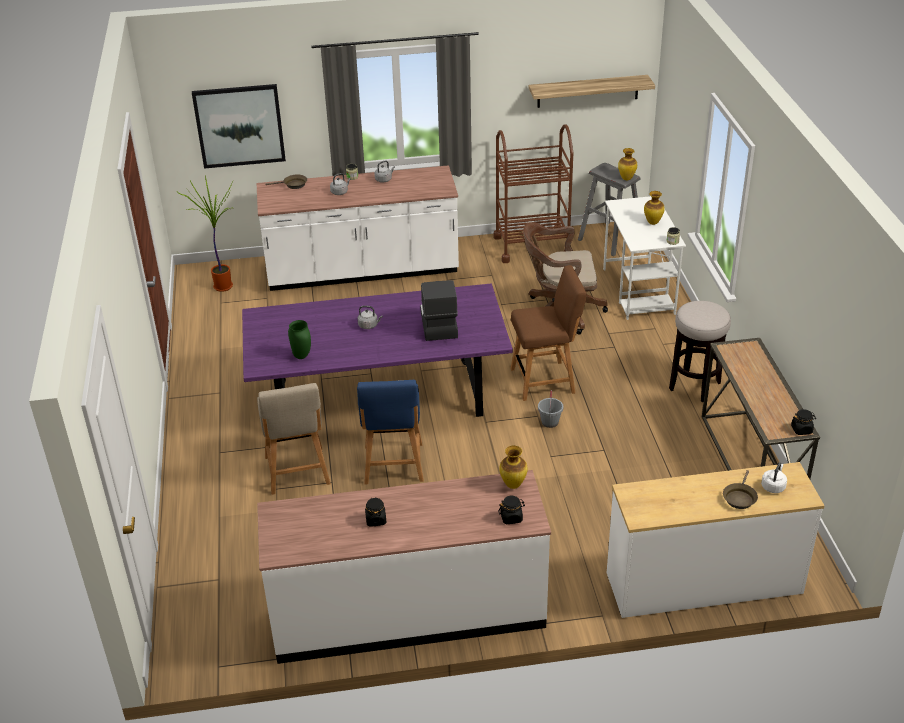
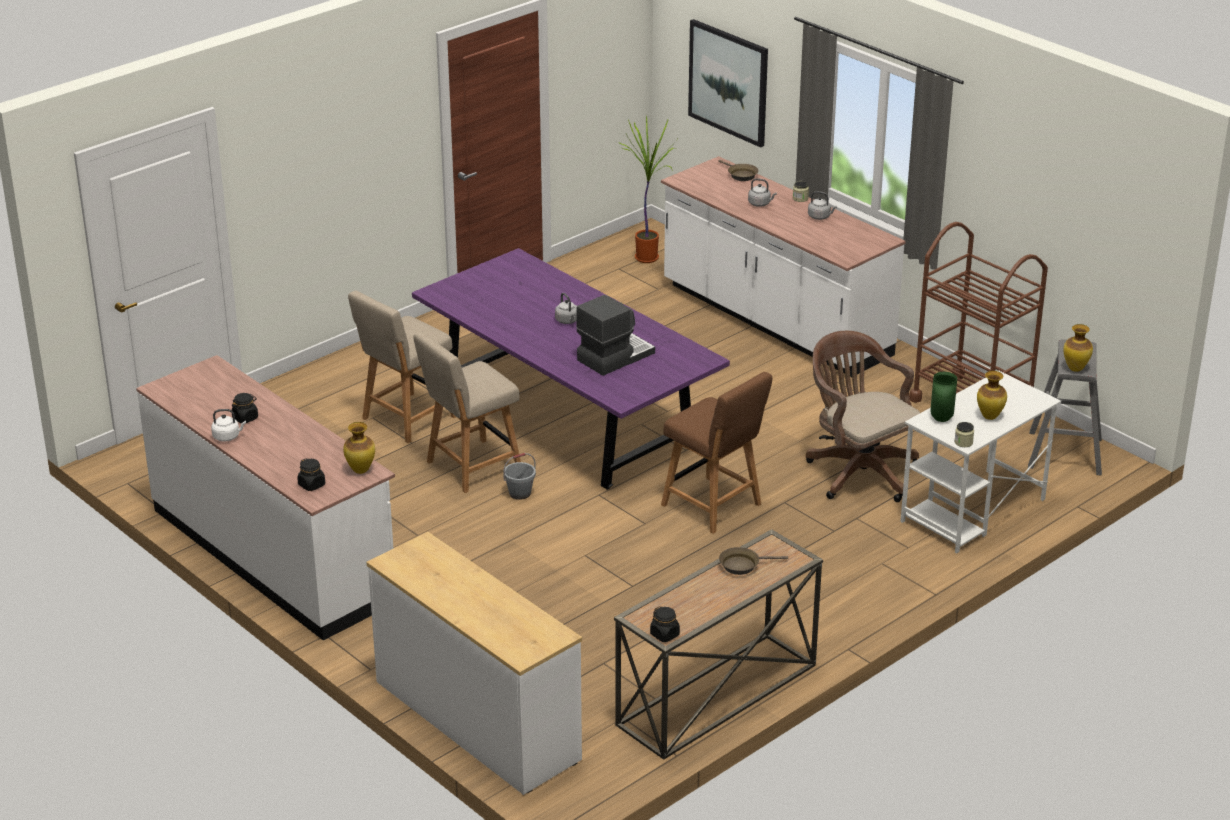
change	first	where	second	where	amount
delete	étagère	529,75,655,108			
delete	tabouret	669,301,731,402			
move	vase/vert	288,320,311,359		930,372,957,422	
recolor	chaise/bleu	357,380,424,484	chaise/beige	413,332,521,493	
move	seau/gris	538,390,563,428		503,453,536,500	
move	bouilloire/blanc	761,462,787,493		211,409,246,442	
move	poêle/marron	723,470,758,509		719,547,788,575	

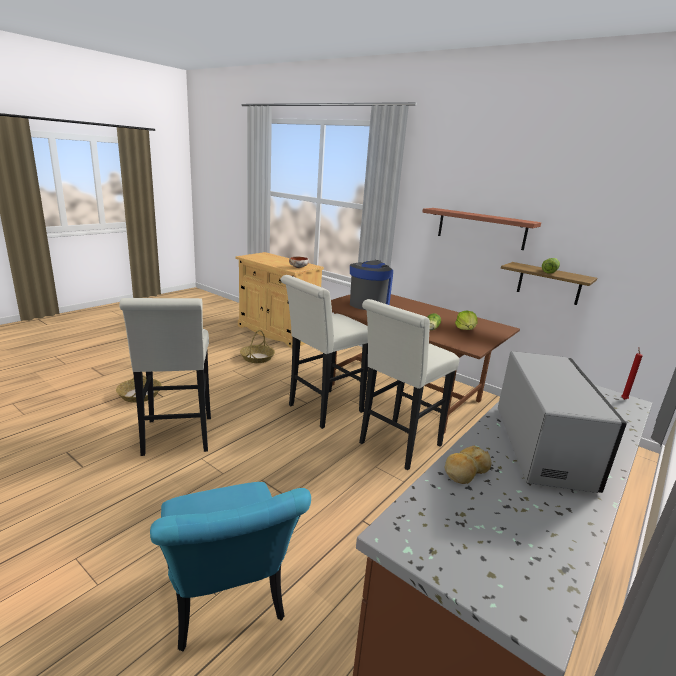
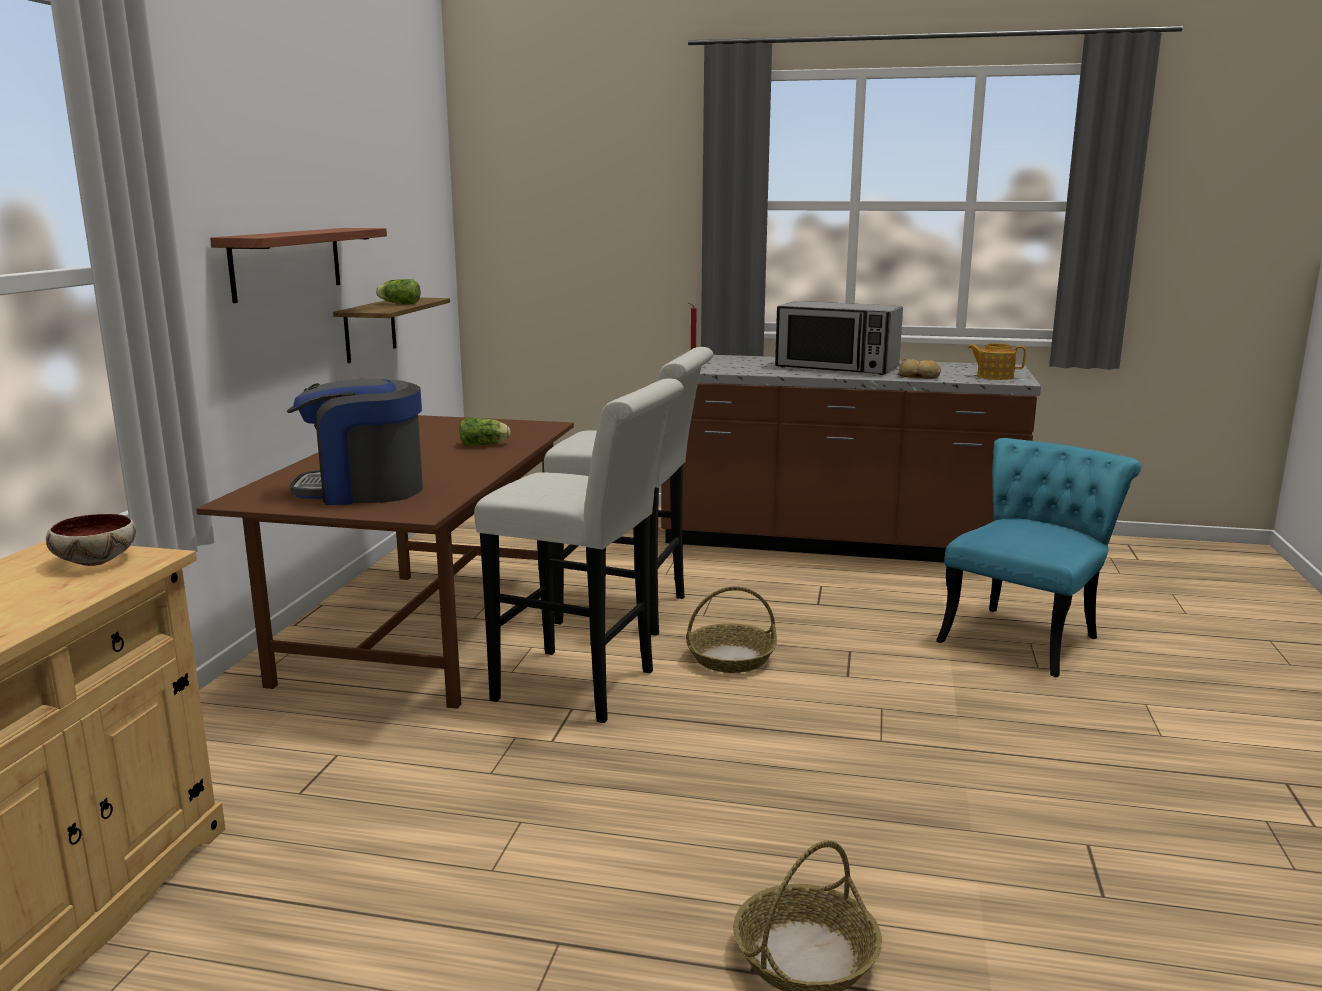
change	first	where	second	where	amount
delete	tabouret/blanc	120,298,211,456			
delete	laitue	455,310,477,330			
move	panier	240,330,275,363		686,586,777,673	
rotate	micro-ondes	498,351,627,493		775,301,903,375	135 degrees counterclockwise
insert			théière	968,343,1026,380	

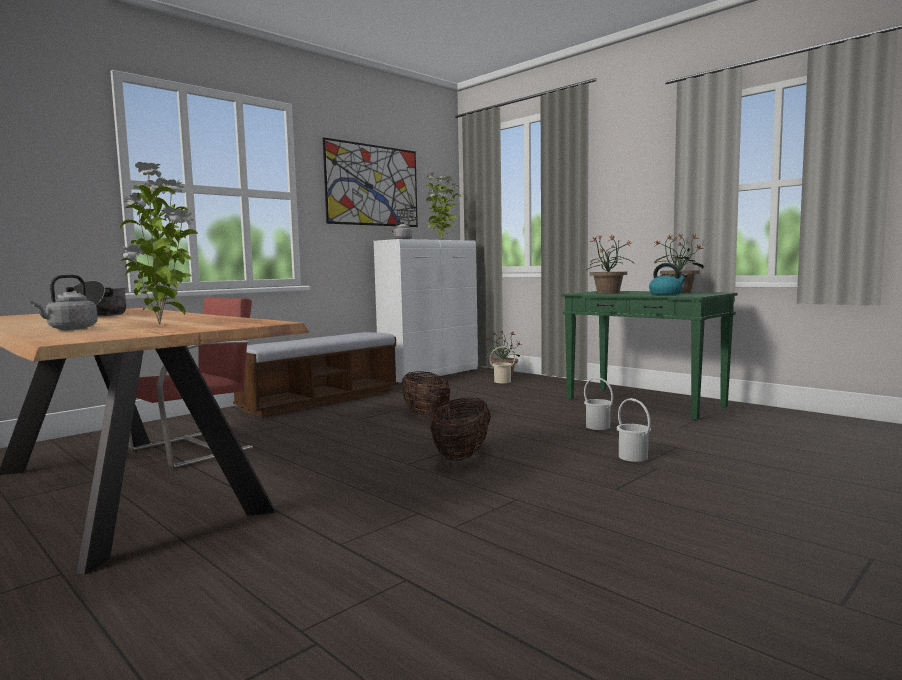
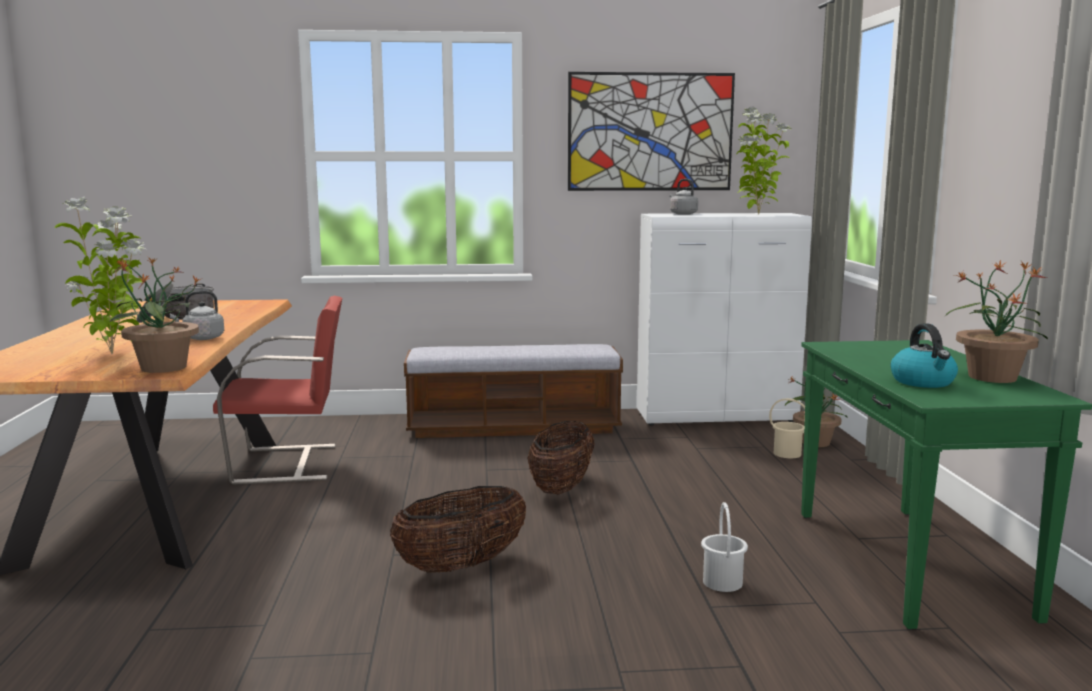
change	first	where	second	where	amount
move	plante en pot	586,235,634,294		110,257,201,373	
move	bouilloire/gris	31,274,98,330		170,291,224,340	
delete	seau/blanc	617,398,651,462			

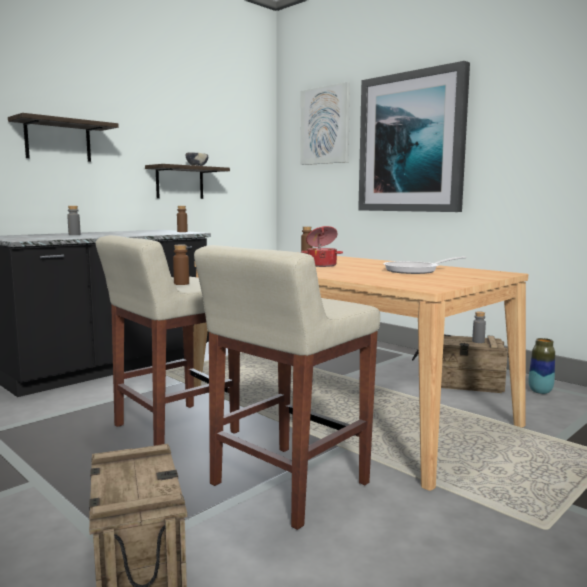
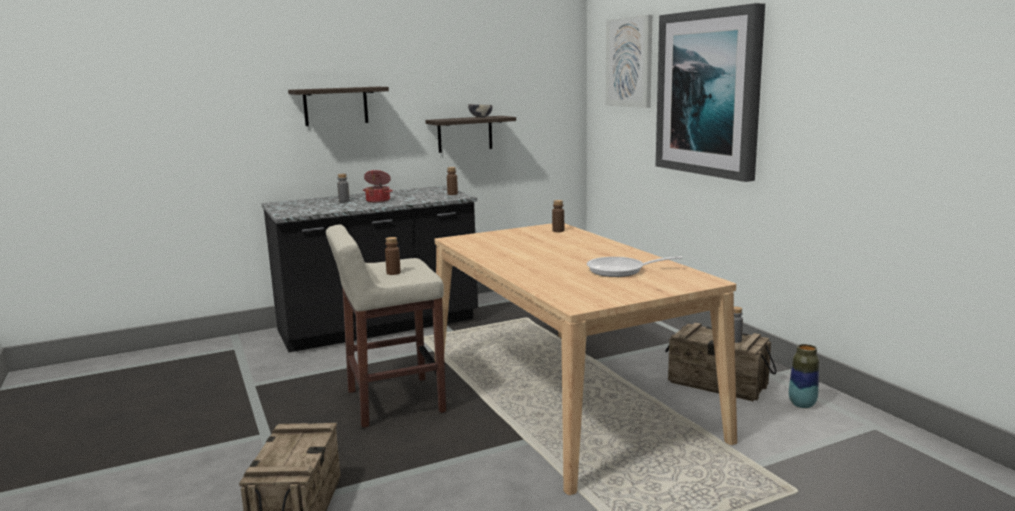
change	first	where	second	where	amount
move	marmite	301,226,343,267		363,170,393,203	
delete	tabouret/beige	194,245,380,530			

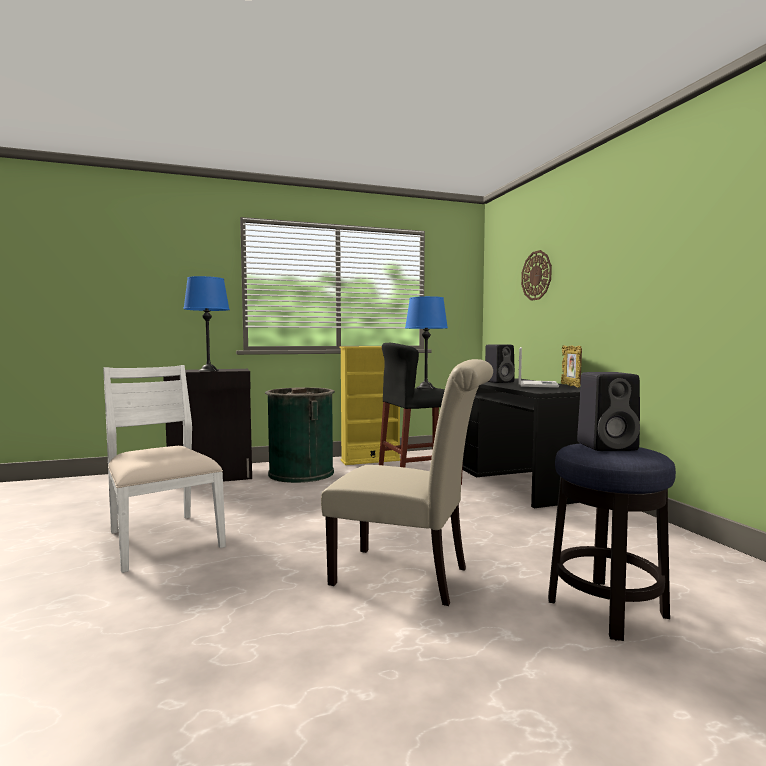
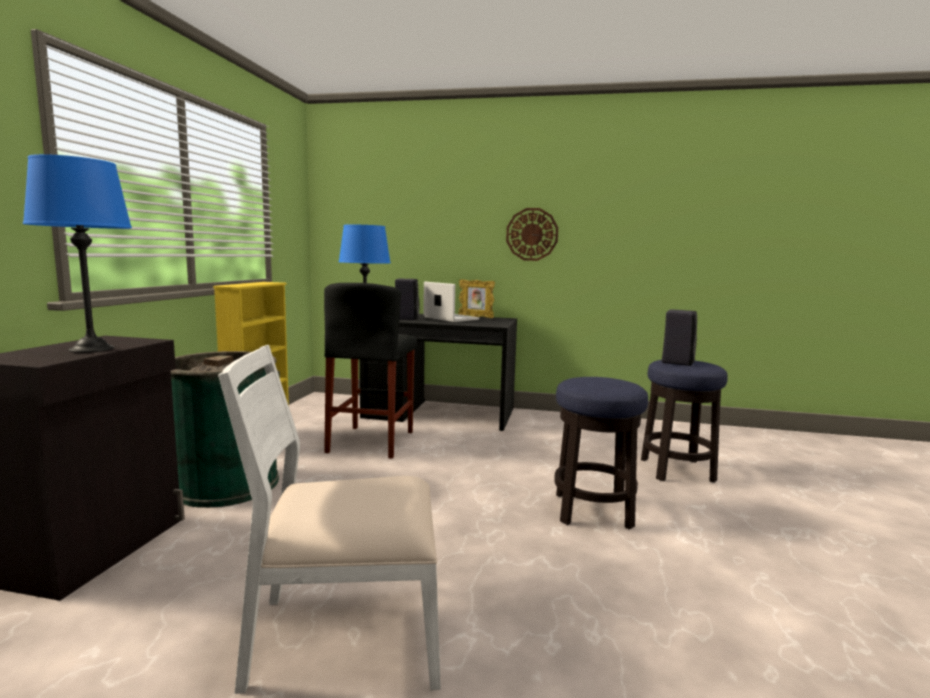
change	first	where	second	where	amount
move	horloge murale	521,250,552,301		506,208,558,261	
replace	chaise/beige	321,359,493,606	tabouret	554,377,648,529	

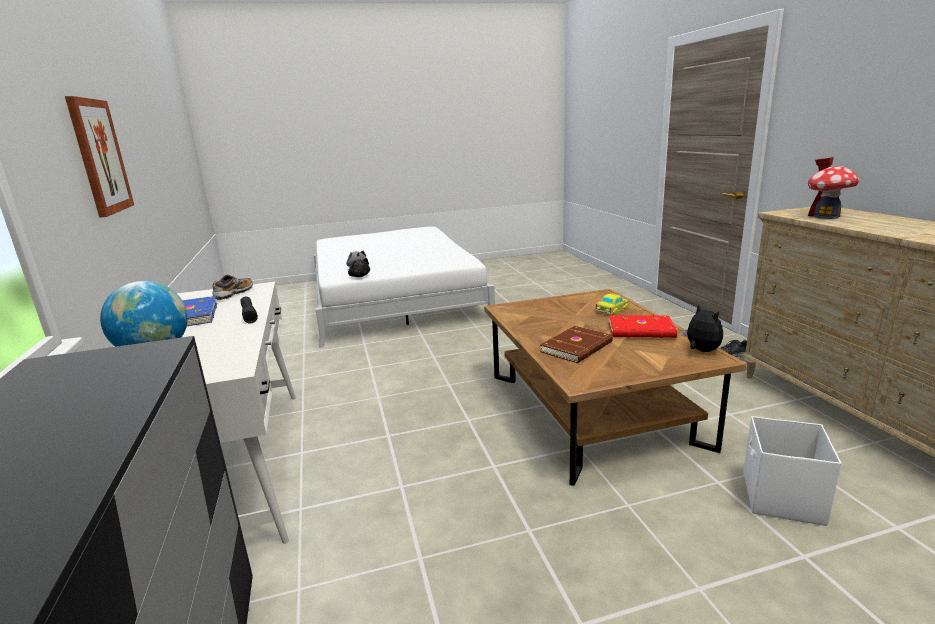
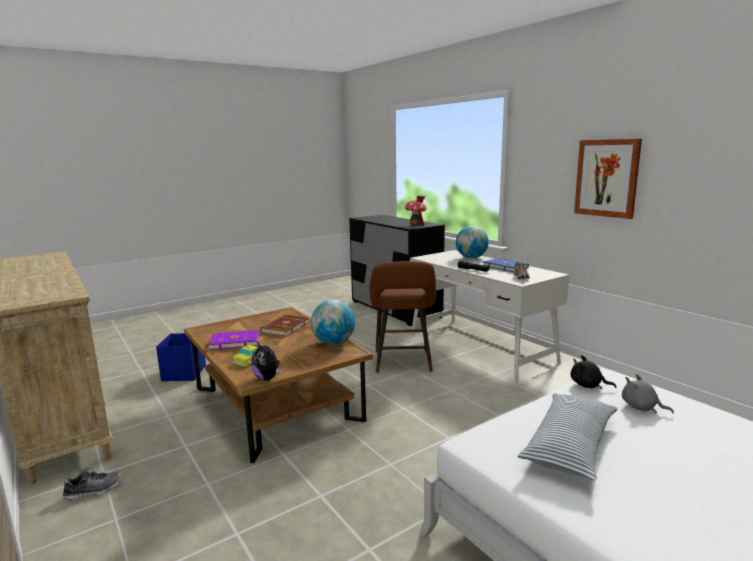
change	first	where	second	where	amount
move	maison miniature	808,157,860,219		405,195,427,226	
move	peluche	681,304,723,352		252,342,282,381	
recolor	livre/rouge	609,315,677,338	livre/violet	208,330,259,350	
recolor	boîte de rangement/blanc	743,416,842,526	boîte de rangement/bleu	156,333,206,381	
insert			tabouret/marron	370,261,436,373	
insert			globe	311,300,355,345	
insert			coussin	517,393,618,481	

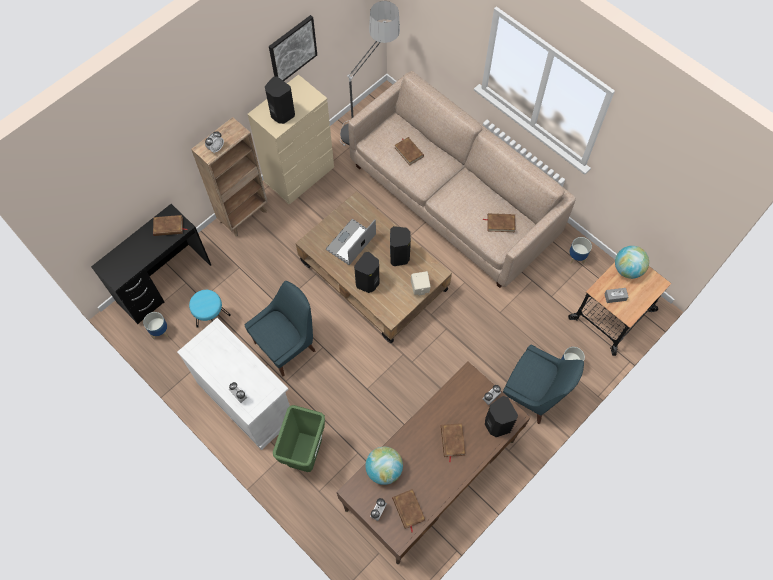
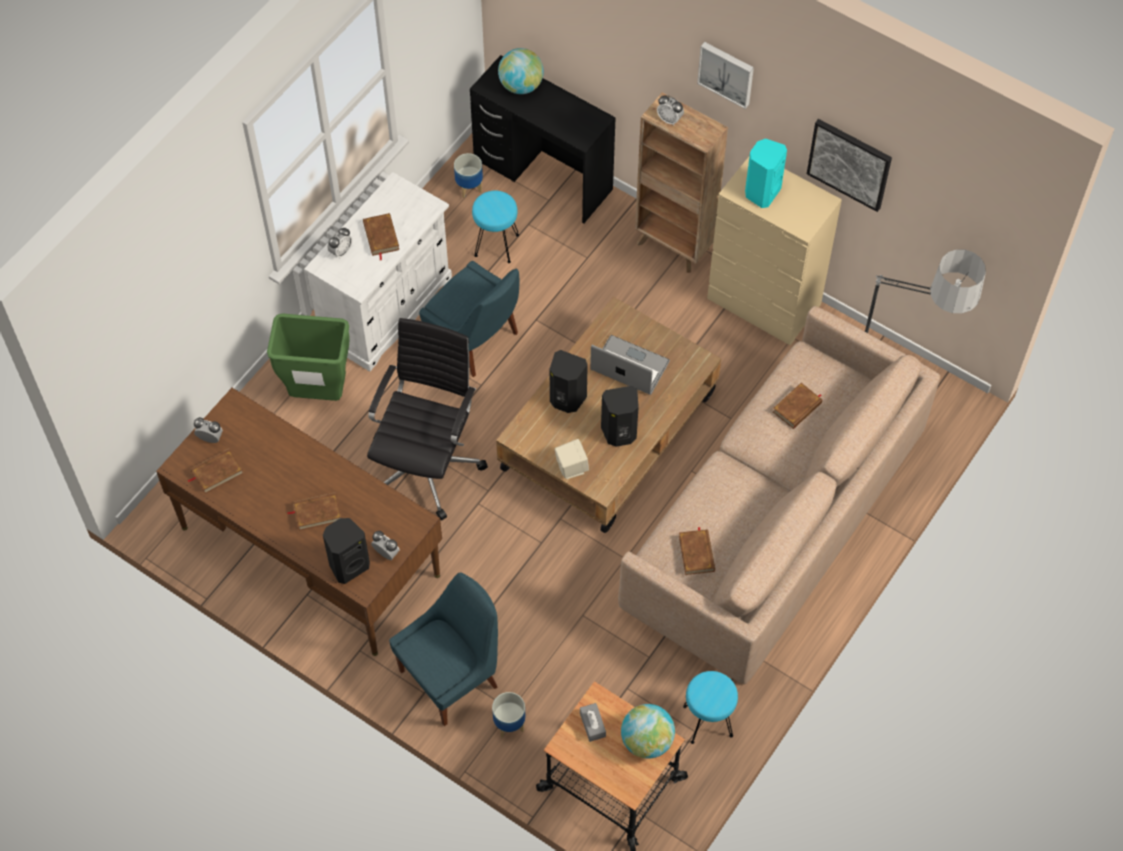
change	first	where	second	where	amount
recolor	enceinte/noir	265,77,295,124	enceinte/turquoise	745,138,787,208	
move	livre/marron	153,215,187,236		363,213,399,260	
replace	cache-pot	569,237,592,264	tabouret/turquoise	683,671,738,744	
rotate	chaise/bleu	503,345,584,424		389,572,498,726	150 degrees counterclockwise
move	globe	365,447,403,485		498,48,544,94	
insert			tableau	697,42,754,109	
insert			chaise de bureau/noir	367,318,488,520	

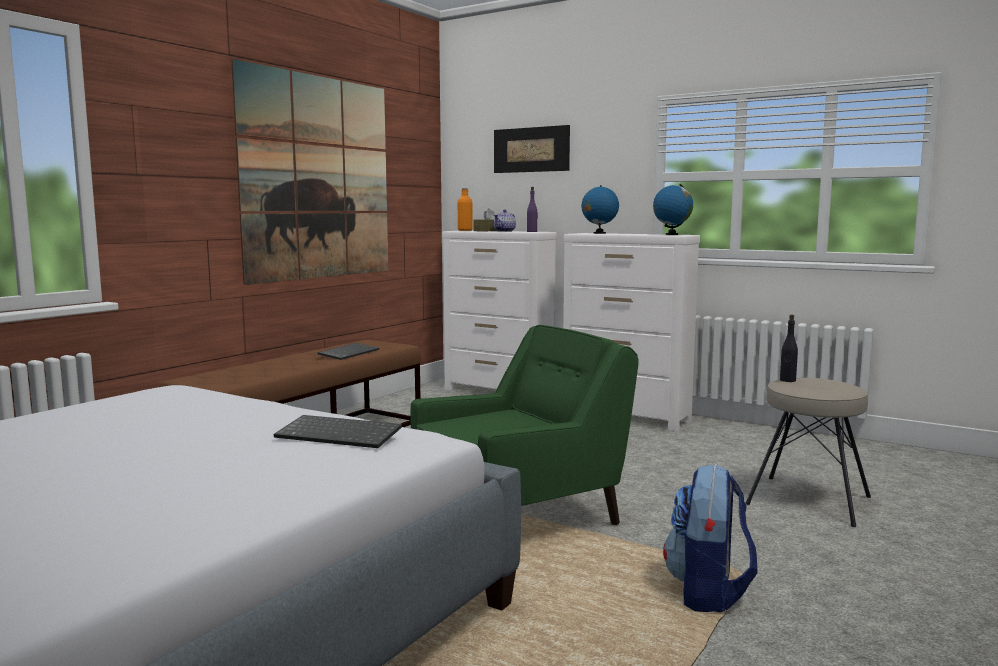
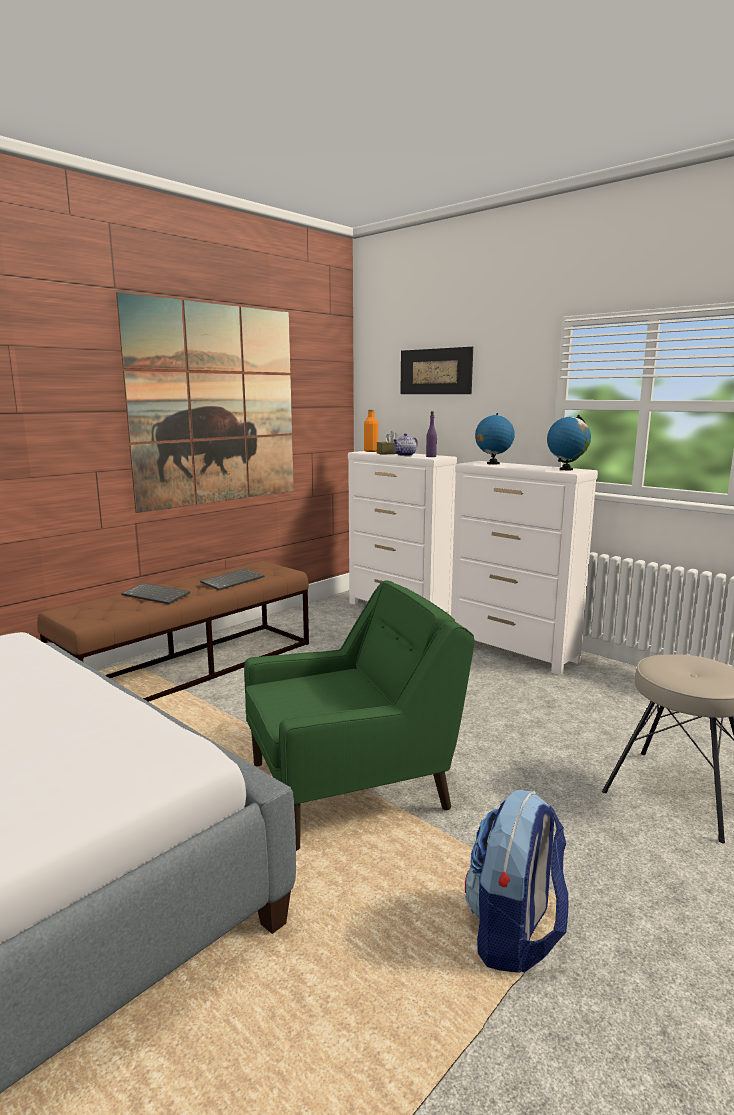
change	first	where	second	where	amount
delete	bouteille/noir	780,315,798,382			
move	clavier	274,415,402,448		121,583,190,604	

